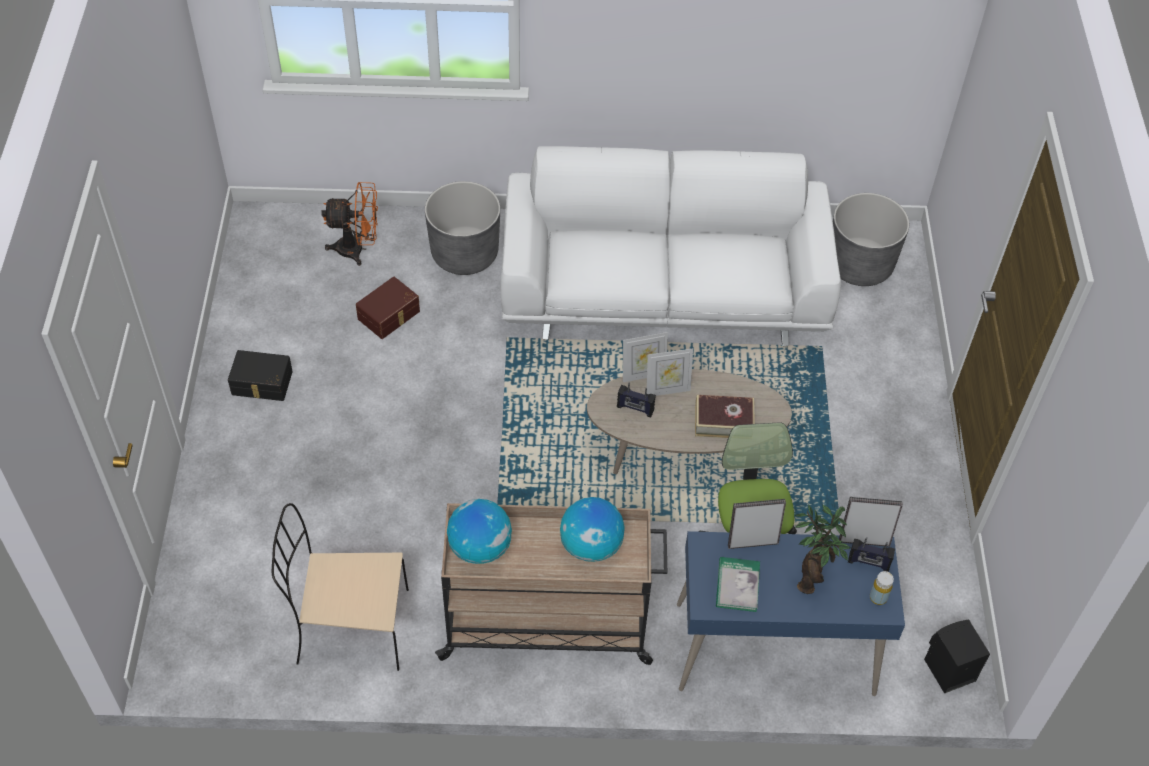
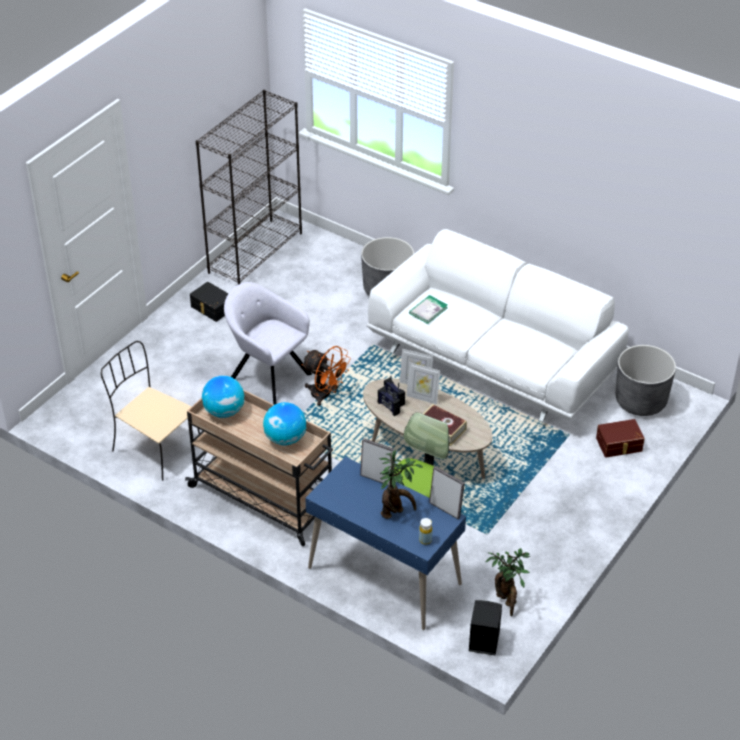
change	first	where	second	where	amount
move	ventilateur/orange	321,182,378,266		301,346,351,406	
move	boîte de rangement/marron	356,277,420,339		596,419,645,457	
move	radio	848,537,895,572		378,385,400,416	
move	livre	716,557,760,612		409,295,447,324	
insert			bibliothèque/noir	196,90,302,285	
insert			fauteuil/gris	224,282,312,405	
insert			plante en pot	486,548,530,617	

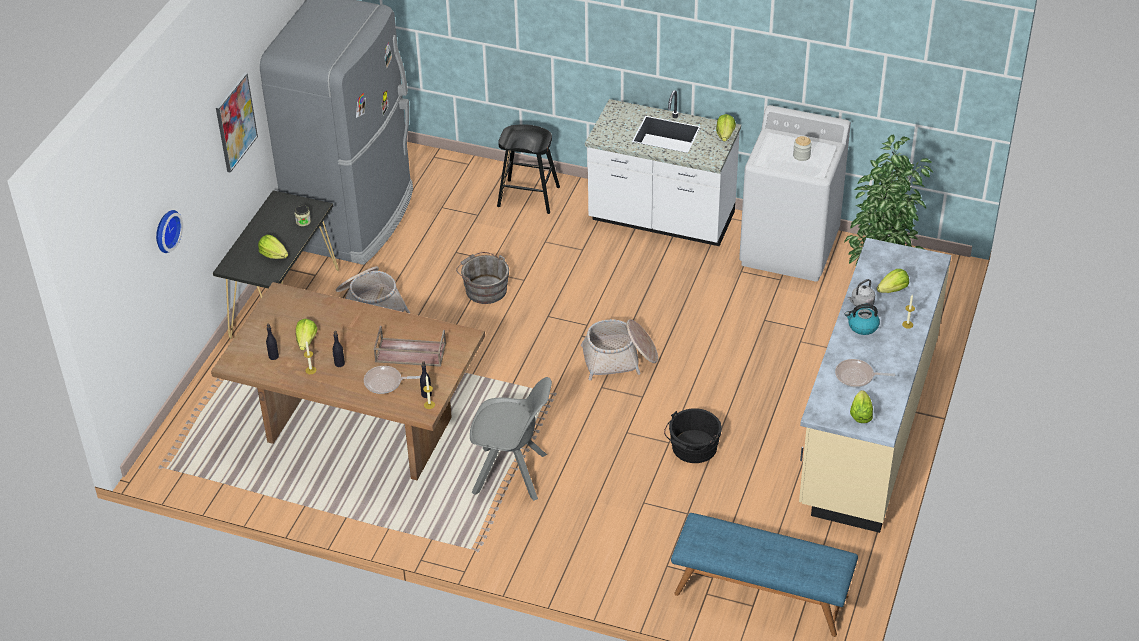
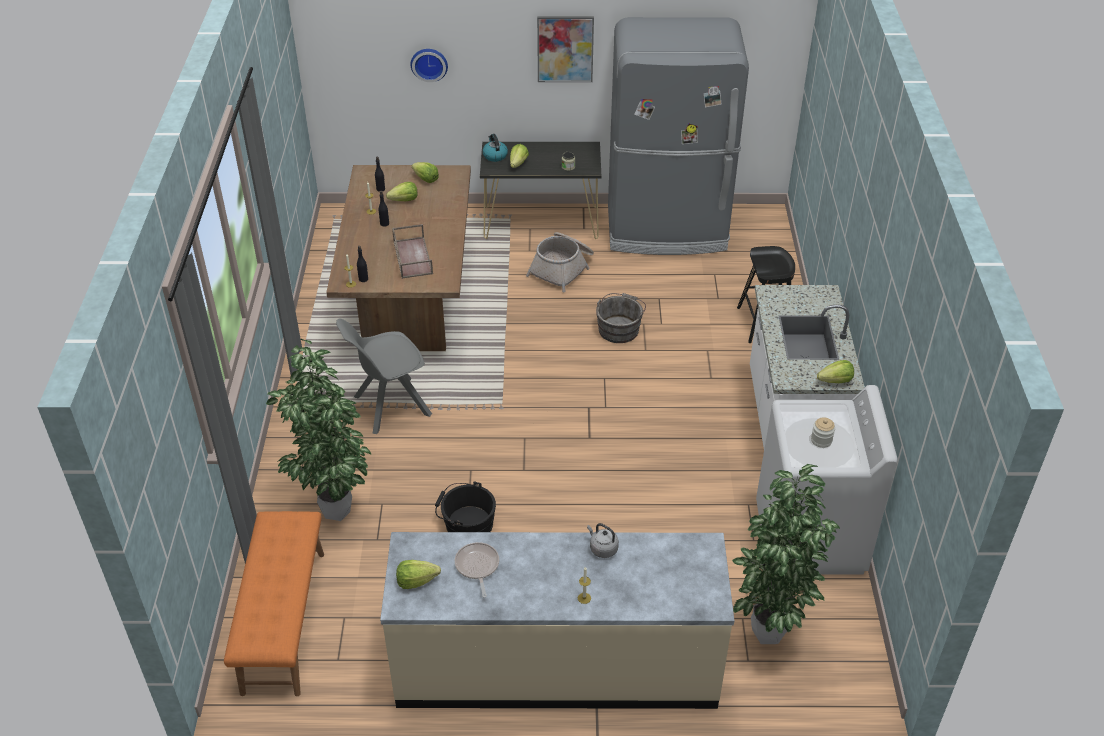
change	first	where	second	where	amount
move	laitue	877,269,909,293		412,162,439,183	
move	bouilloire	845,304,880,335		482,134,508,162	
delete	panier	581,319,658,381			
delete	poêle	364,366,421,394			
rotate	chaise/gris	470,377,552,501		336,318,432,434	75 degrees clockwise
recolor	banc/bleu	671,513,858,637	banc/orange	224,511,324,696	
insert			plante en pot	266,339,371,521	

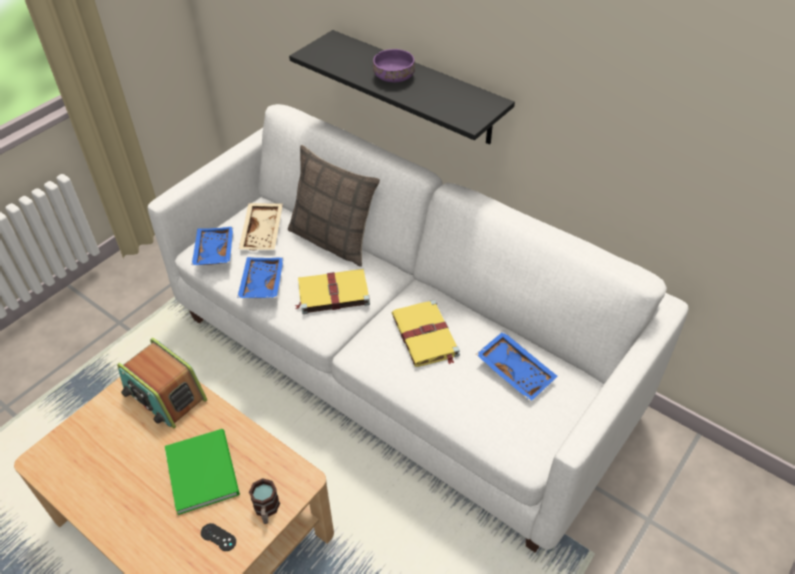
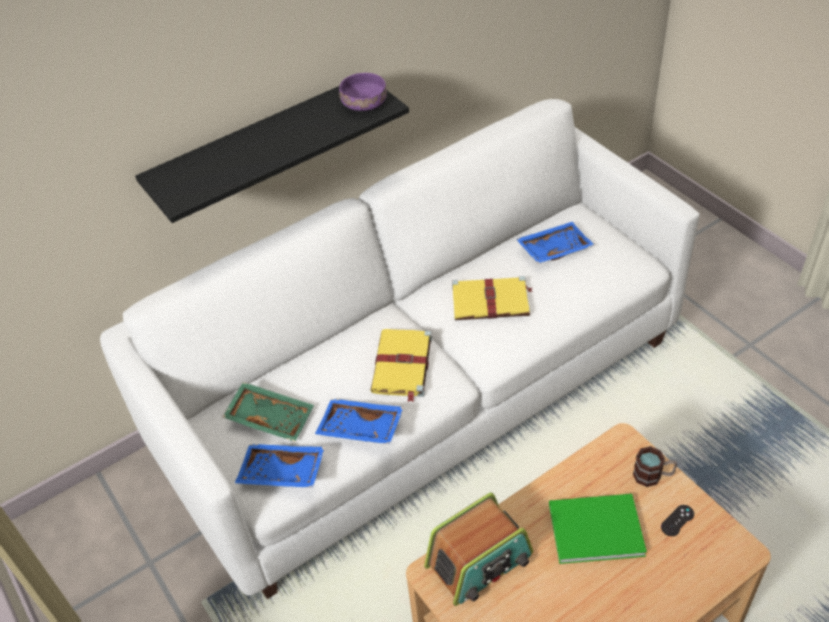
change	first	where	second	where	amount
move	bol/violet	373,49,415,82		339,73,387,111	
delete	coussin	288,145,380,267			
recolor	plateau/beige	239,203,283,250	plateau/vert	223,382,314,442	

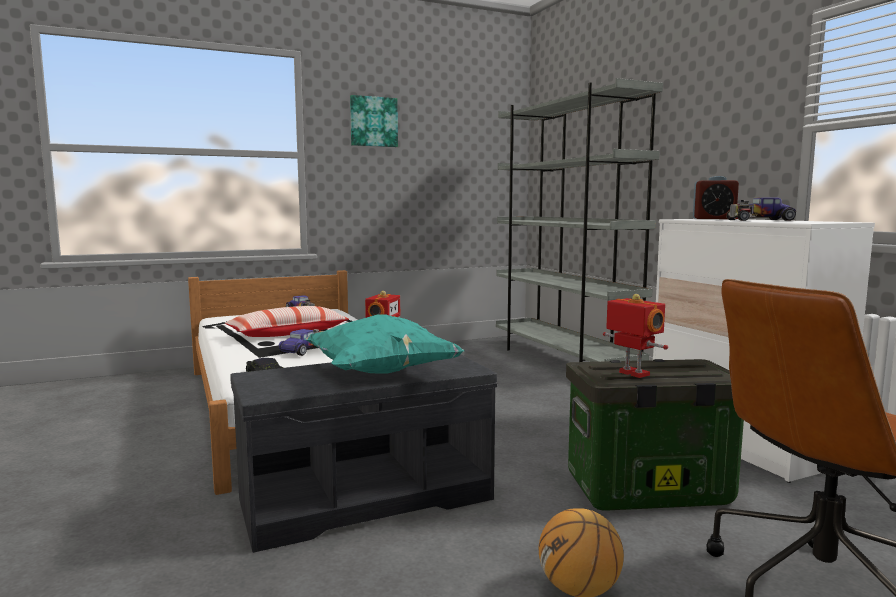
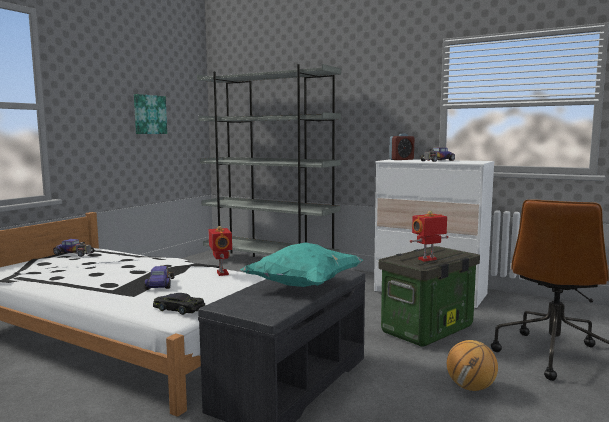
change	first	where	second	where	amount
move	tableau	350,95,398,147		134,94,167,134	
rotate	robot jouet	603,294,668,378		410,211,448,262	45 degrees counterclockwise
delete	coussin	225,306,349,337			

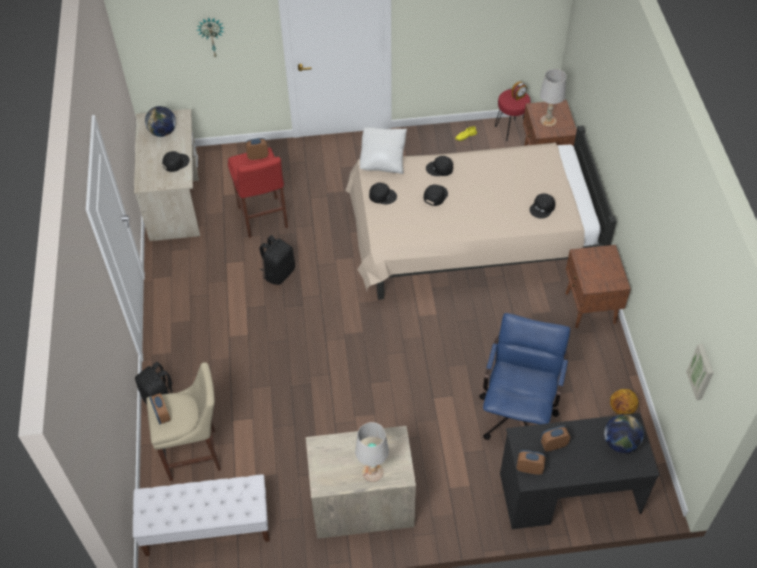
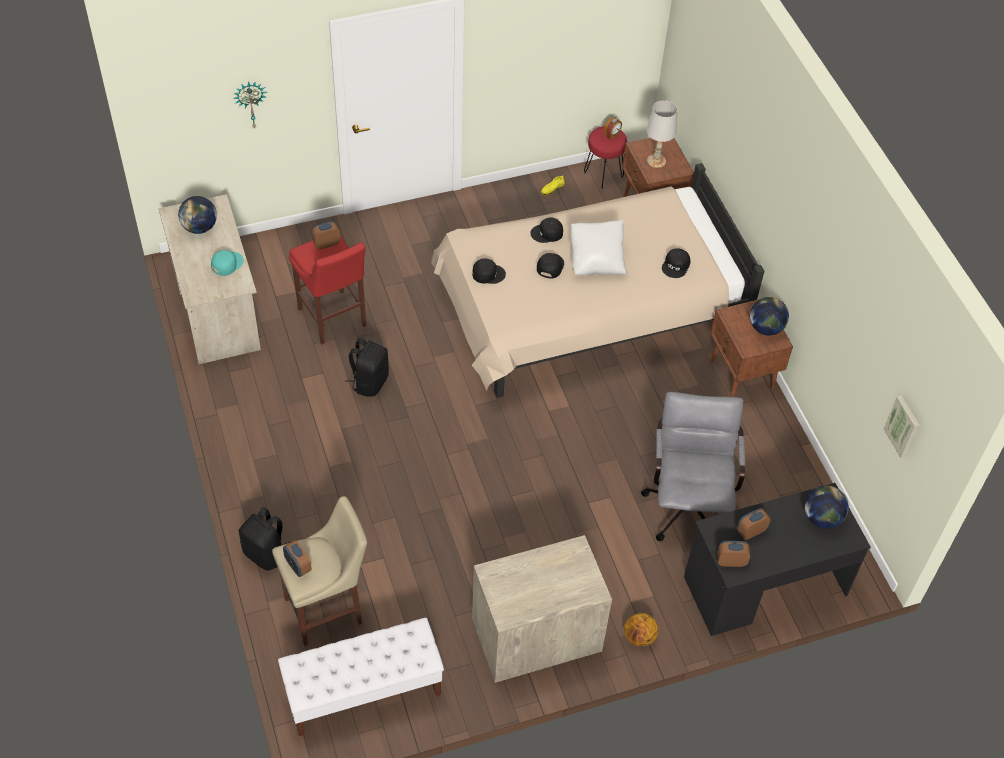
change	first	where	second	where	amount
move	coussin/blanc	360,127,407,174		570,220,627,275	
recolor	casquette/noir	162,151,190,172	casquette/turquoise	211,250,244,276	
recolor	chaise de bureau/bleu	479,313,570,440	chaise de bureau/gris	641,392,745,541	
move	ballon de basket	610,389,638,415		624,613,658,646	
delete	lampe de table/blanc	355,422,389,482			
insert			globe	750,297,789,336	

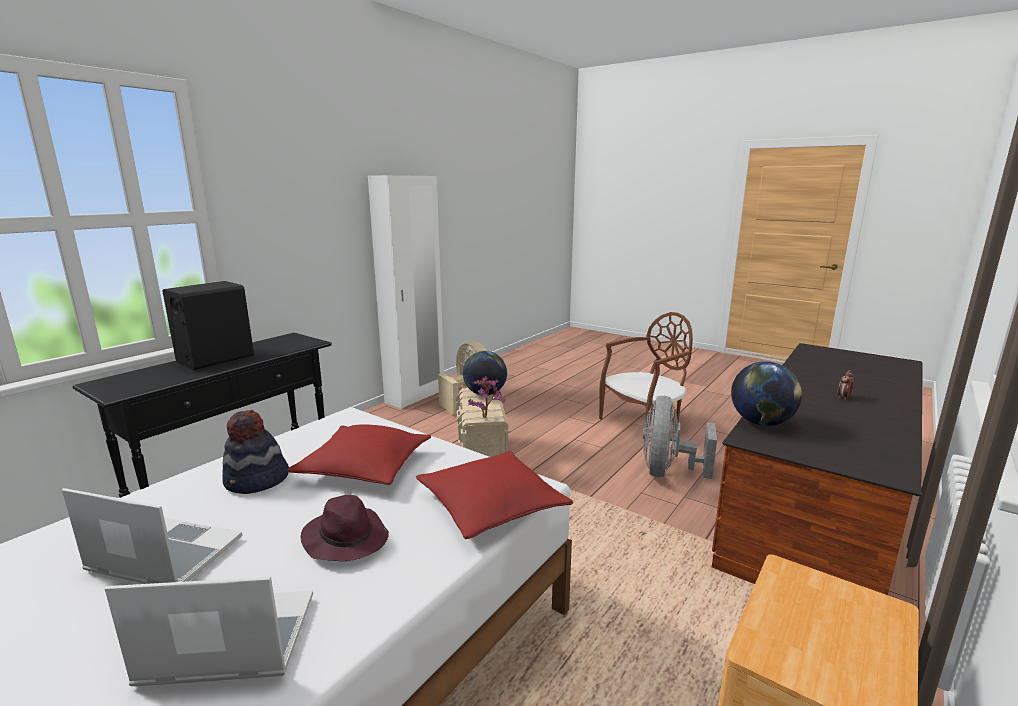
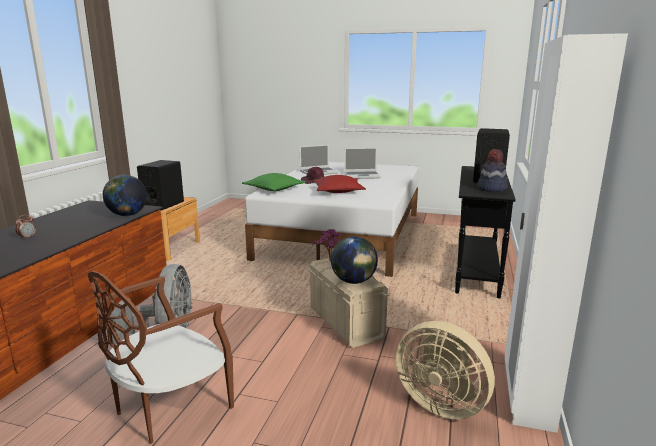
change	first	where	second	where	amount
move	chapeau	222,410,289,494		477,149,507,192	
recolor	coussin/rouge	416,450,573,539	coussin/vert	242,173,306,191	
insert			enceinte/noir	137,160,184,210	

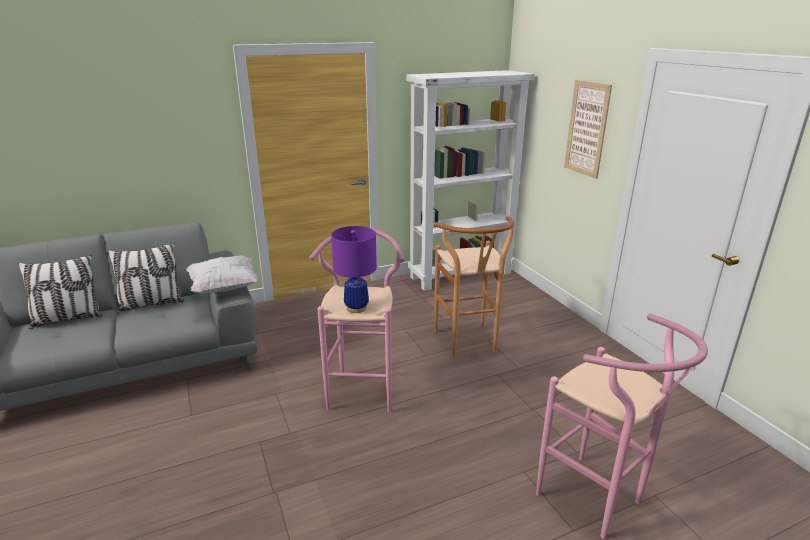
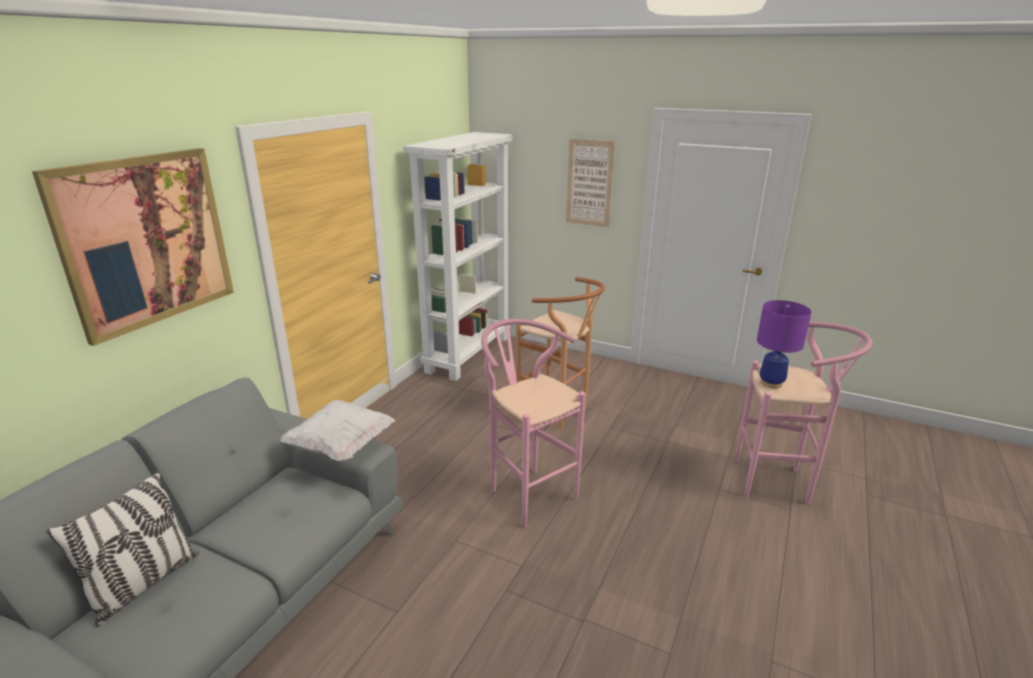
change	first	where	second	where	amount
move	lampe de table/violet	331,226,377,313		757,300,812,388	
delete	coussin	108,243,185,313			
insert			tableau	32,148,234,346	

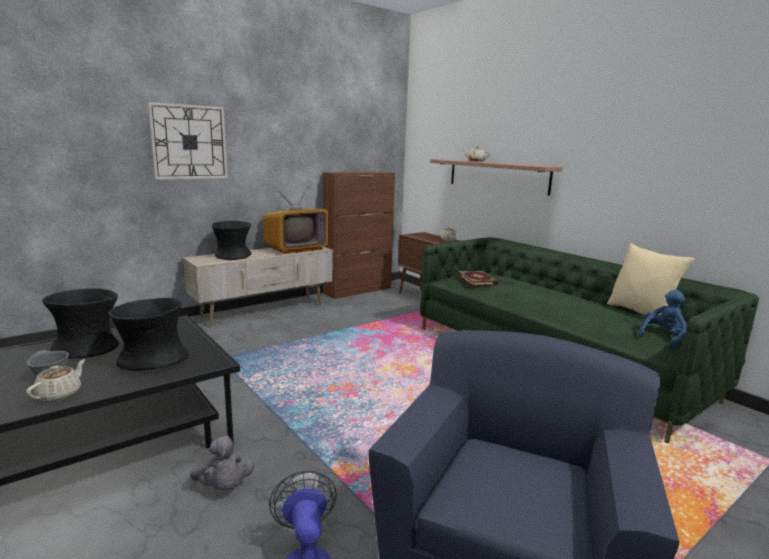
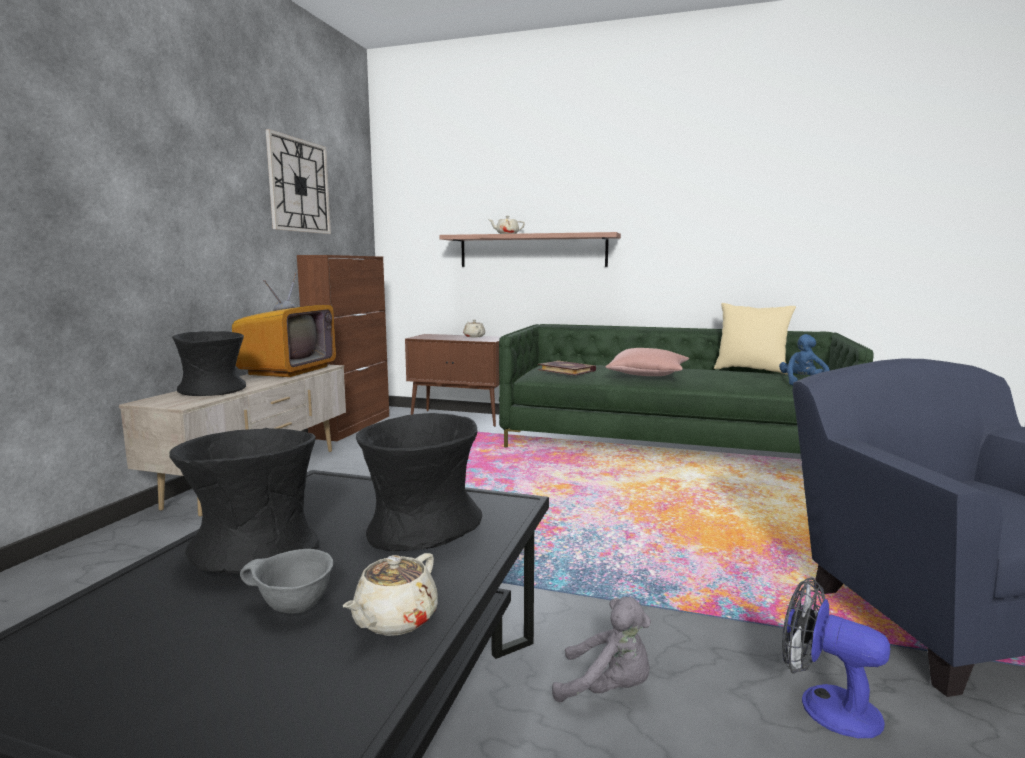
change	first	where	second	where	amount
move	horloge murale	148,102,228,179		266,129,331,234	
rotate	théière/beige	26,359,85,402		343,553,438,636	135 degrees counterclockwise
insert			coussin/rose	606,348,689,376	

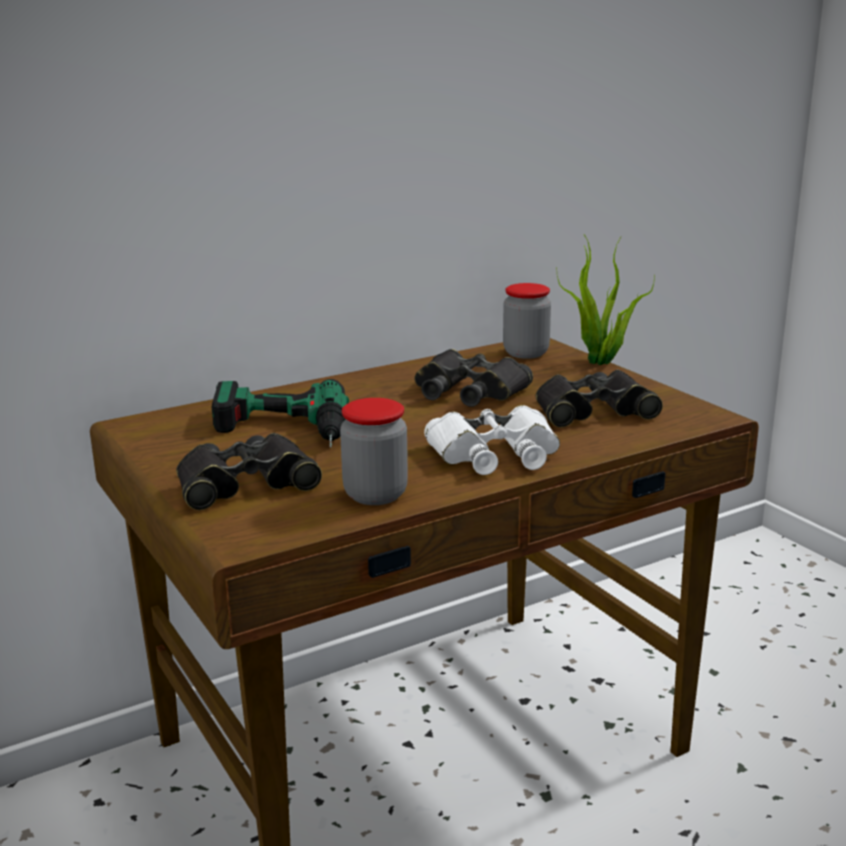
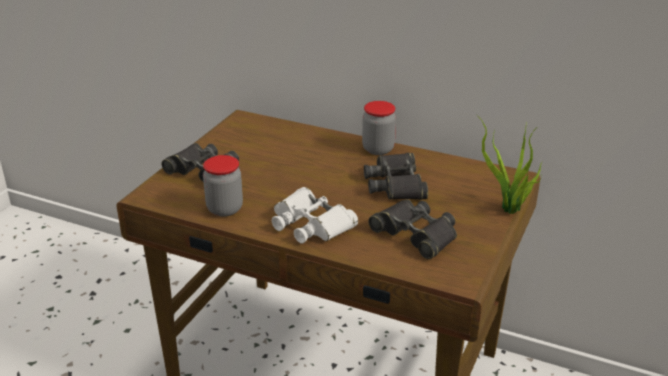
change	first	where	second	where	amount
move	bocal	503,283,551,359		362,101,396,155	
delete	perceuse	212,379,349,447			

